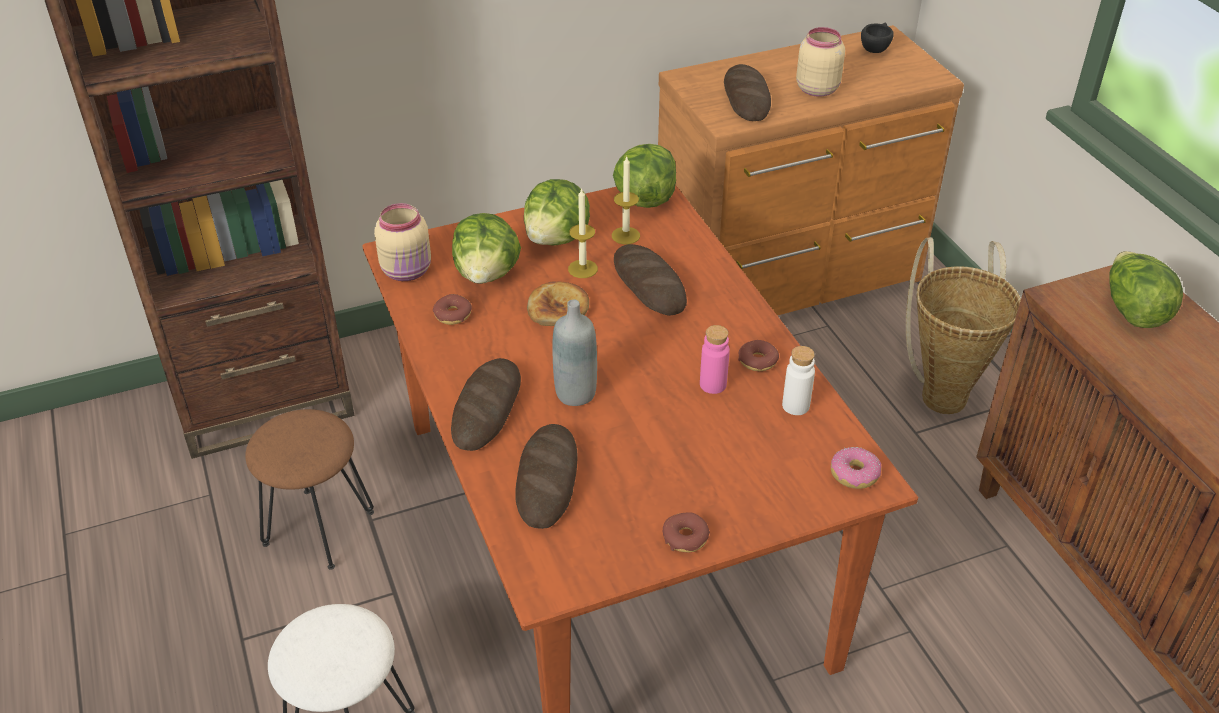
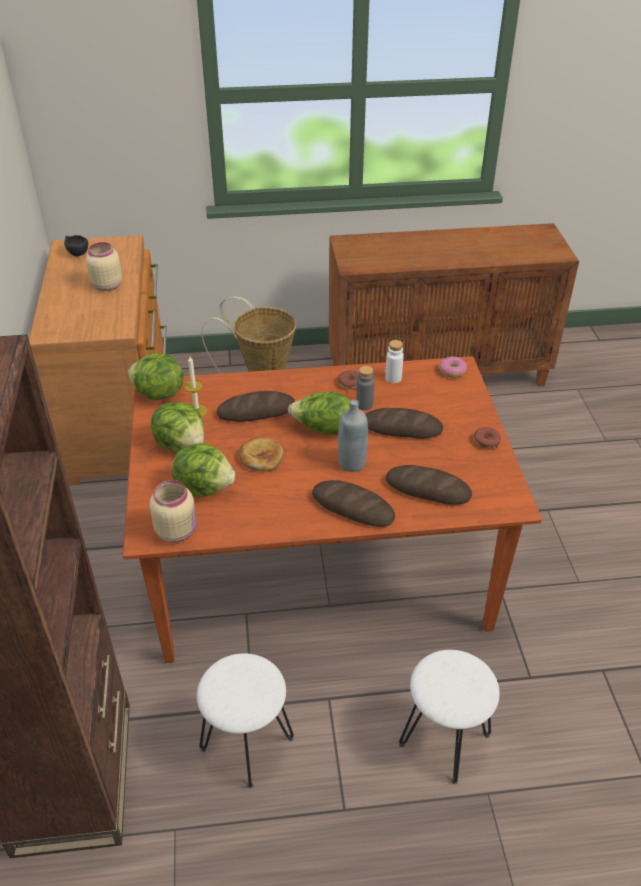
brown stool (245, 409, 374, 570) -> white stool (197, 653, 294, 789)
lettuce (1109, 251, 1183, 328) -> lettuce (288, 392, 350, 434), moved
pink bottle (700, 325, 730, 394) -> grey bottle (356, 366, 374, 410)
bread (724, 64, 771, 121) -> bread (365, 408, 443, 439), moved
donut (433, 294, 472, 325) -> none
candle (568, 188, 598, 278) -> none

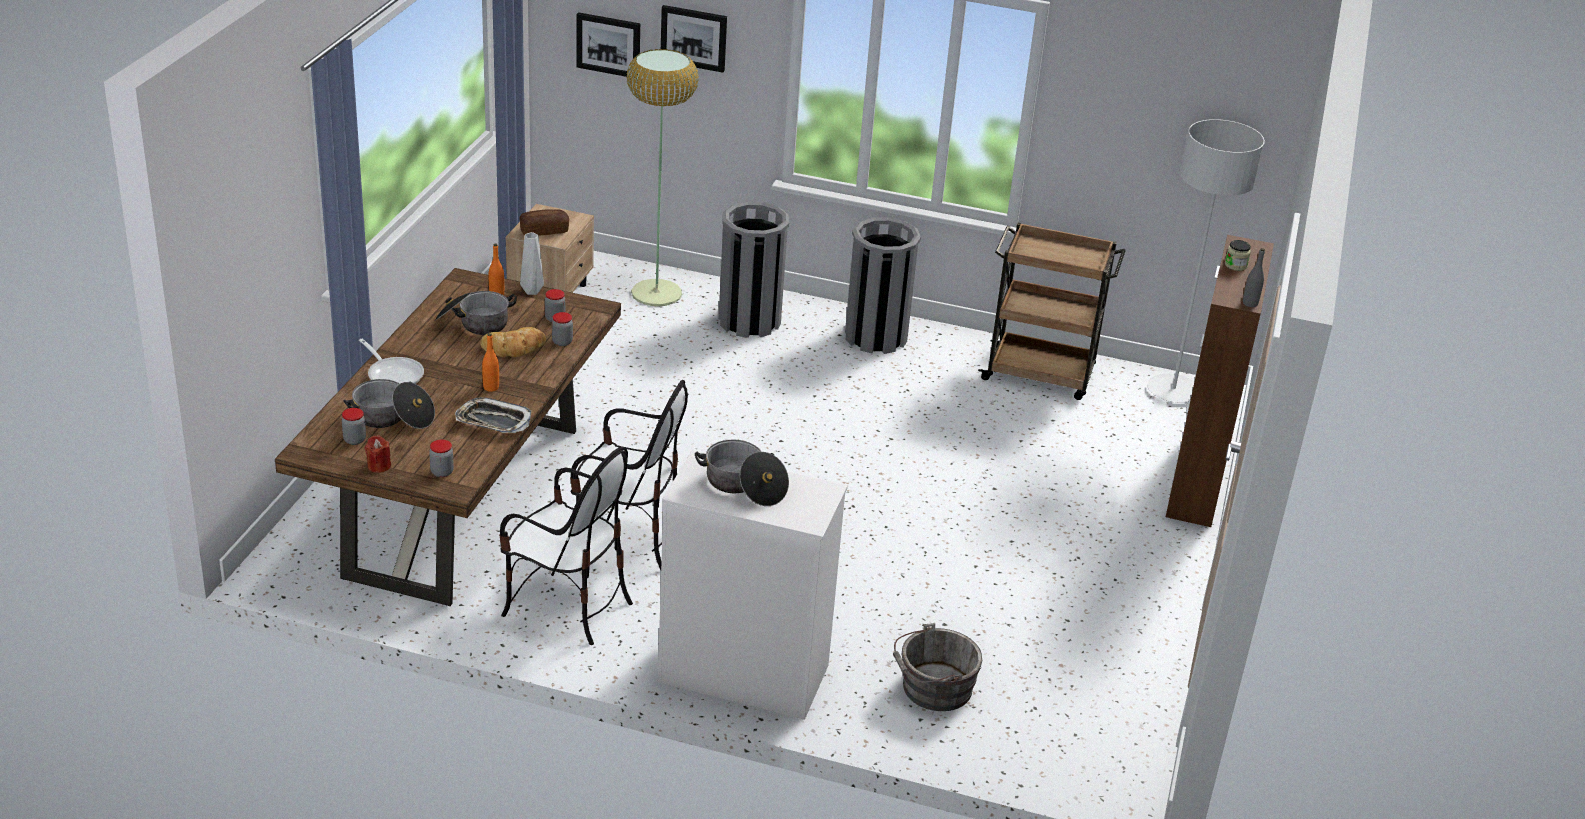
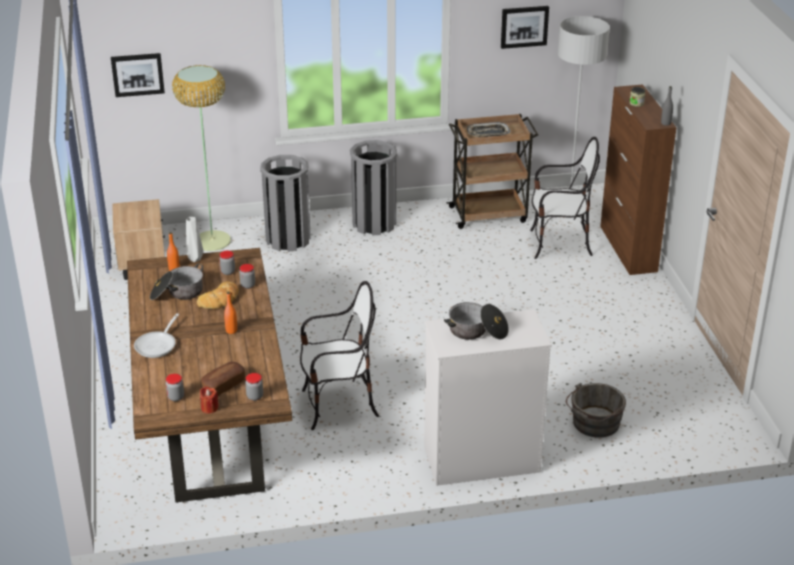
frying pan (359, 339, 424, 384) -> frying pan (134, 313, 179, 358), 90 degrees clockwise
bread (519, 209, 569, 236) -> bread (201, 362, 245, 396), moved
tray (455, 397, 531, 433) -> tray (467, 122, 511, 137), moved
picture (661, 5, 727, 73) -> picture (501, 6, 549, 49), moved
chair (499, 447, 633, 645) -> chair (530, 137, 600, 259), moved
cooking pot (343, 379, 435, 429) -> none

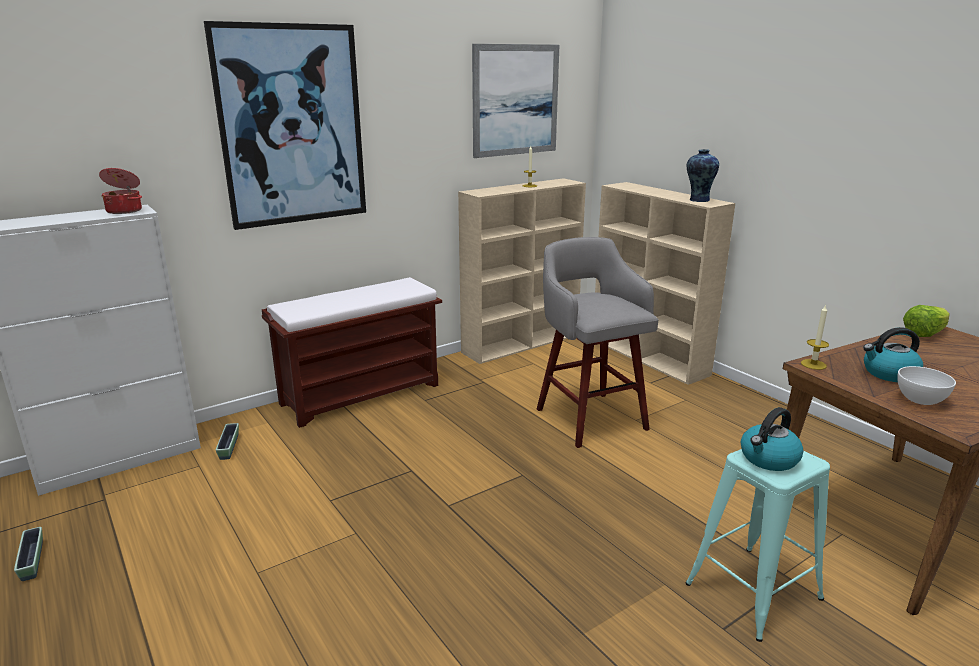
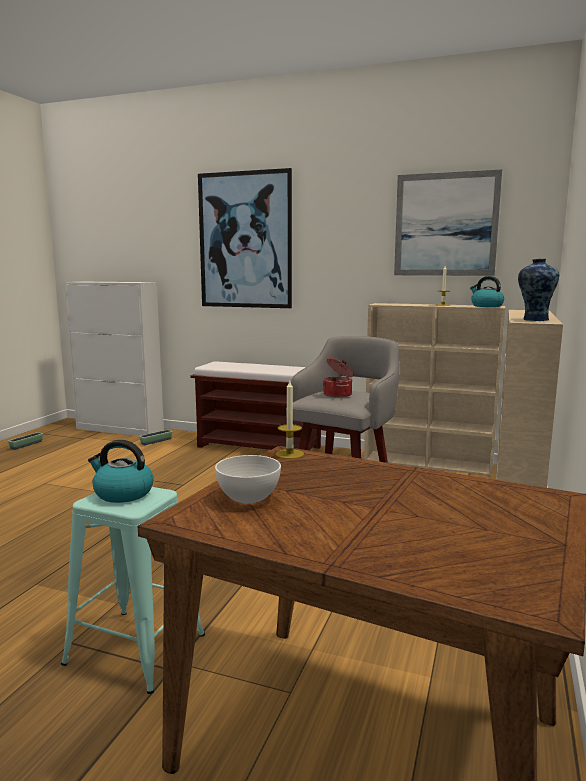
cooking pot (99, 168, 142, 214) -> cooking pot (323, 358, 354, 398), moved
kettle (863, 327, 923, 382) -> kettle (470, 276, 504, 307), moved
lettuce (903, 305, 950, 337) -> none

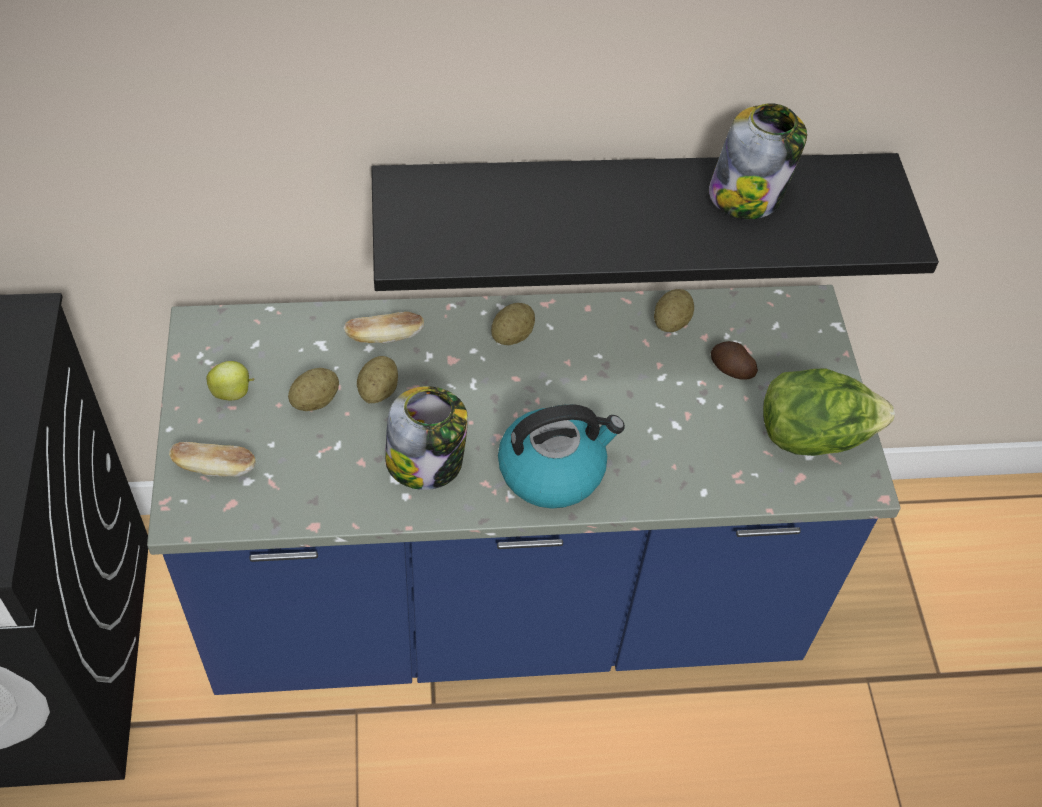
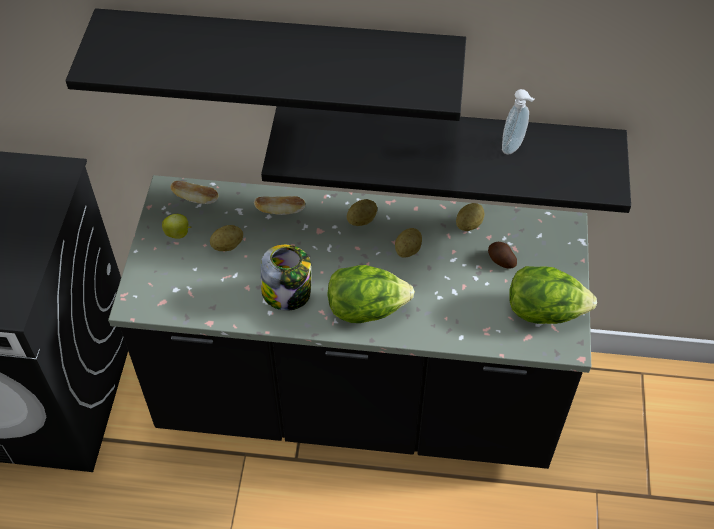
none -> black shelf (65, 8, 466, 121)
blue counter (147, 285, 901, 695) -> black counter (108, 175, 591, 469)
bread (169, 442, 256, 477) -> bread (170, 181, 219, 204), moved
kettle (498, 404, 625, 509) -> lettuce (327, 265, 415, 323)
potato (357, 356, 398, 403) -> potato (395, 228, 422, 257), moved
jar (709, 103, 807, 219) -> soap dispenser (502, 89, 535, 155)

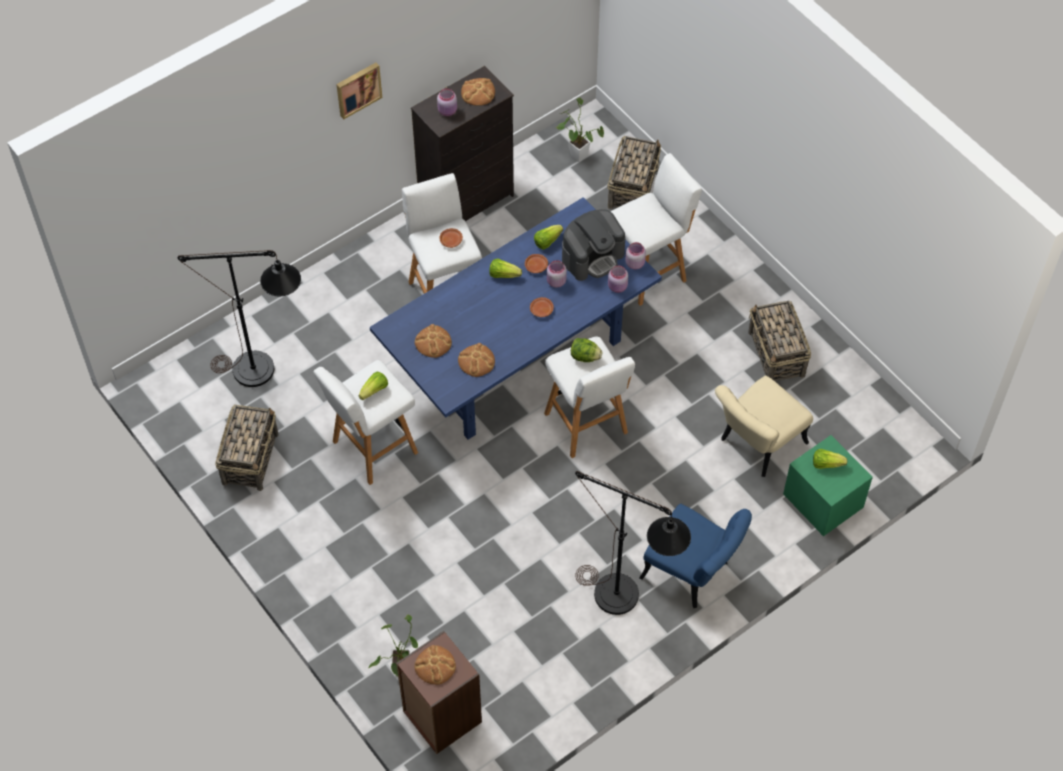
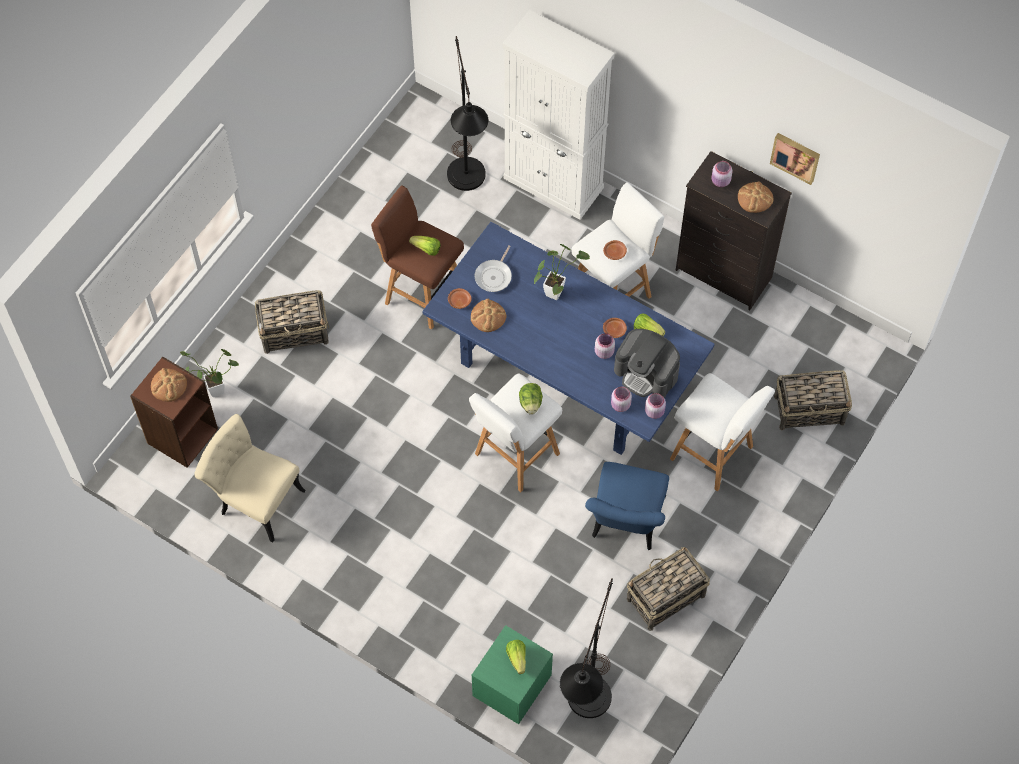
beige chair (715, 376, 813, 477) -> beige chair (194, 414, 305, 543), moved
basket (215, 405, 279, 491) -> basket (255, 290, 329, 354), moved
white stool (314, 360, 418, 485) -> brown stool (371, 185, 464, 329)
brown plate (530, 297, 554, 317) -> brown plate (448, 288, 472, 309), moved
bread (415, 324, 452, 358) -> frying pan (475, 245, 512, 292)
none -> white cabinet (502, 10, 614, 220)
potted plant (556, 98, 604, 162) -> potted plant (534, 244, 590, 300), moved
black floor lamp (575, 471, 691, 615) -> black floor lamp (560, 578, 613, 718), moved
blue chair (639, 504, 752, 608) -> blue chair (585, 462, 669, 550), moved
picture (336, 63, 382, 119) -> picture (770, 133, 820, 185), moved
lettuce (489, 259, 522, 278) -> none

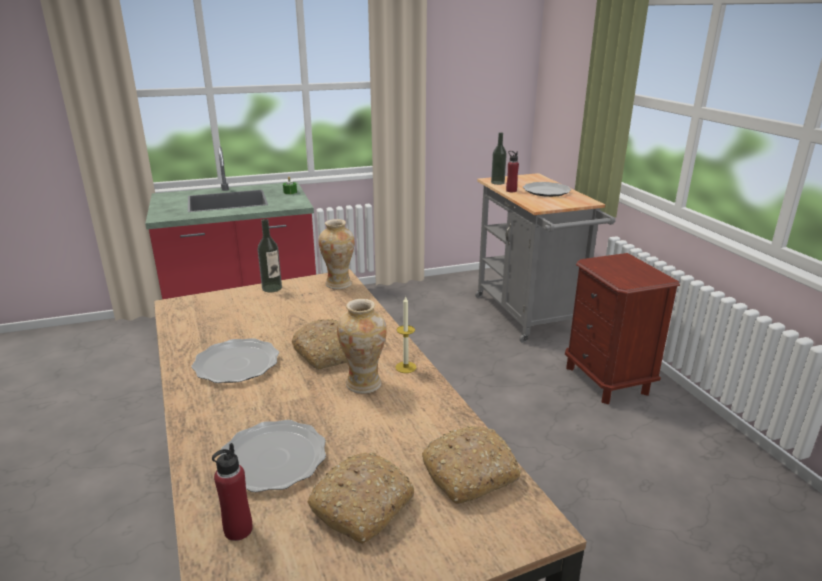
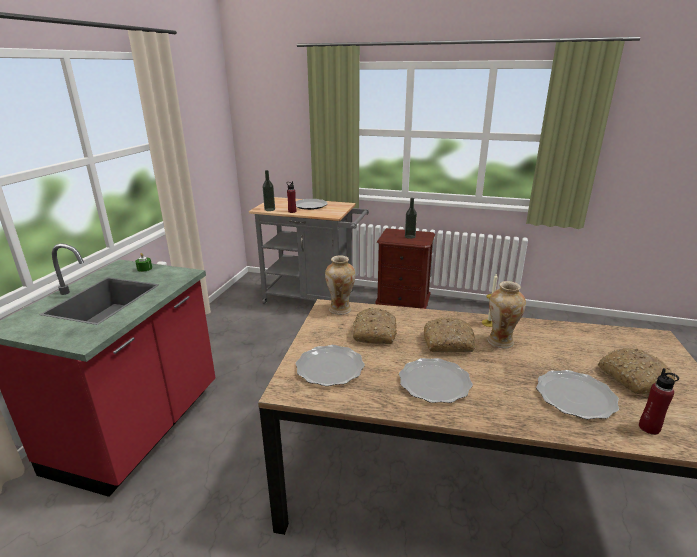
none -> plate (296, 345, 365, 386)
bread (422, 426, 521, 504) -> bread (353, 308, 397, 344), moved
bottle (258, 219, 282, 292) -> bottle (405, 198, 417, 239), moved

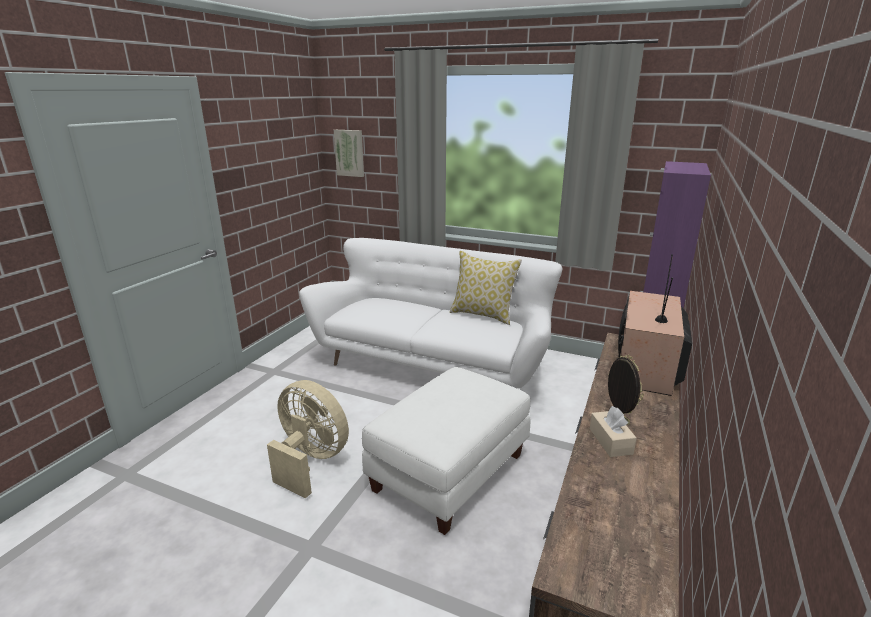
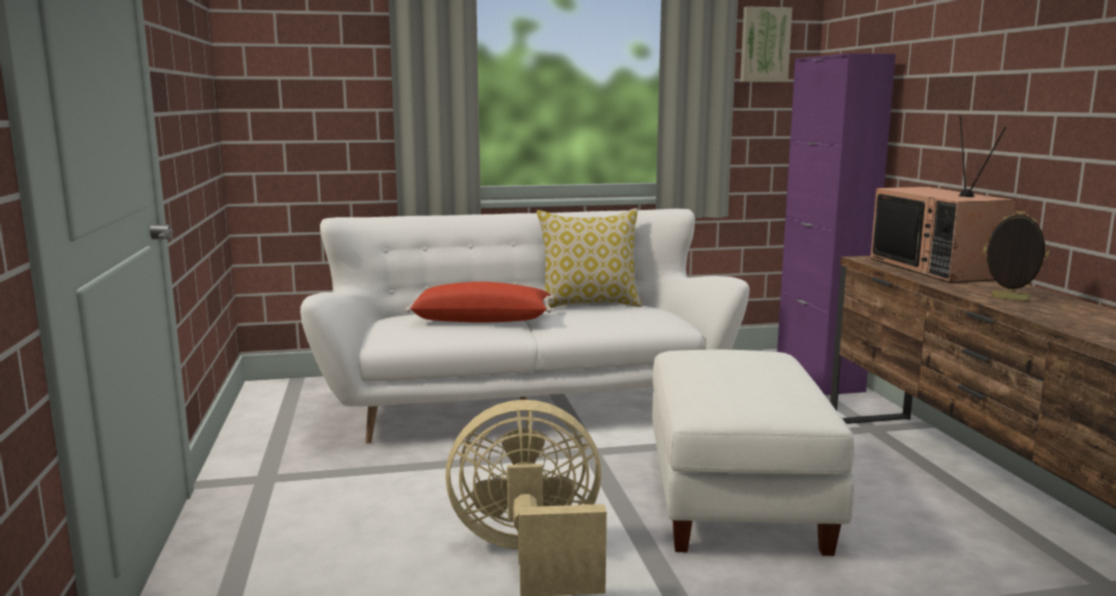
none -> red pillow (405, 282, 554, 323)
picture (334, 130, 364, 177) -> picture (740, 6, 792, 82), moved
beige tissue box (590, 406, 637, 457) -> none

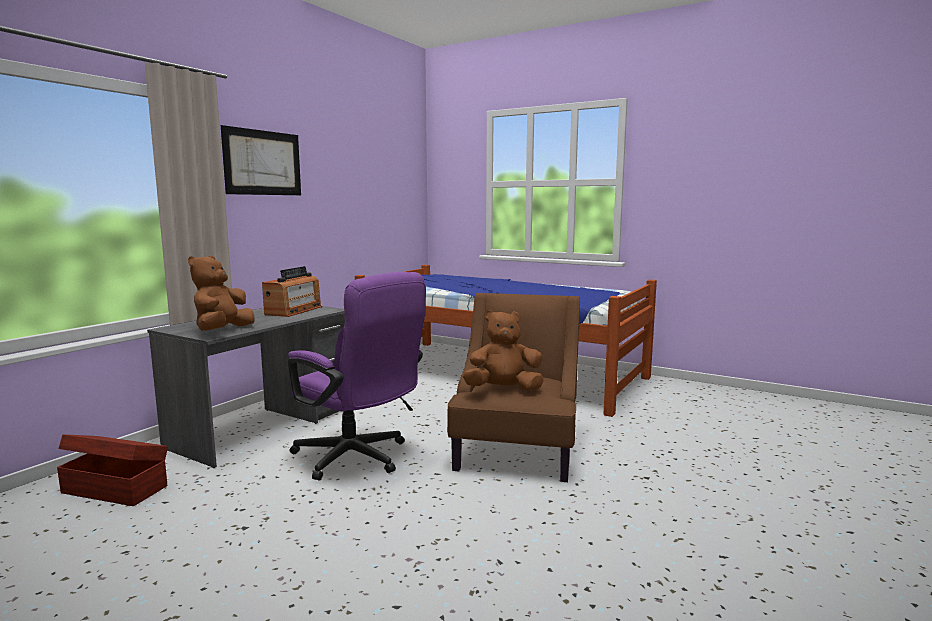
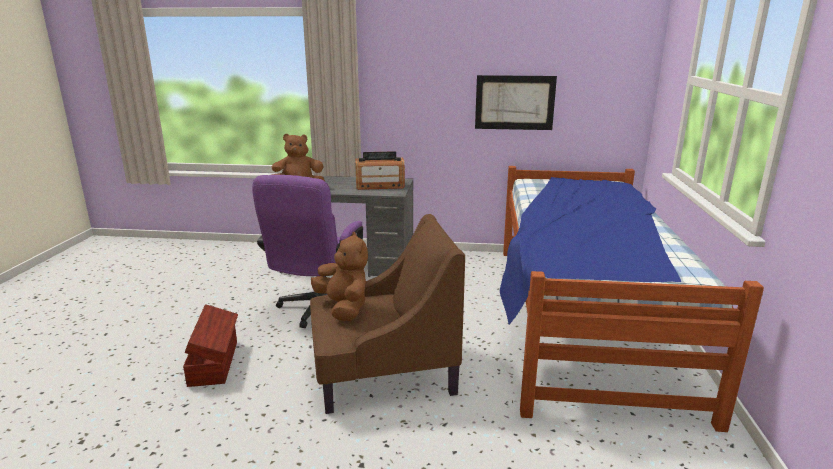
brown storage box (57, 434, 168, 506) -> brown storage box (183, 304, 238, 387), moved
picture (221, 125, 301, 195) -> picture (475, 75, 557, 130), moved

